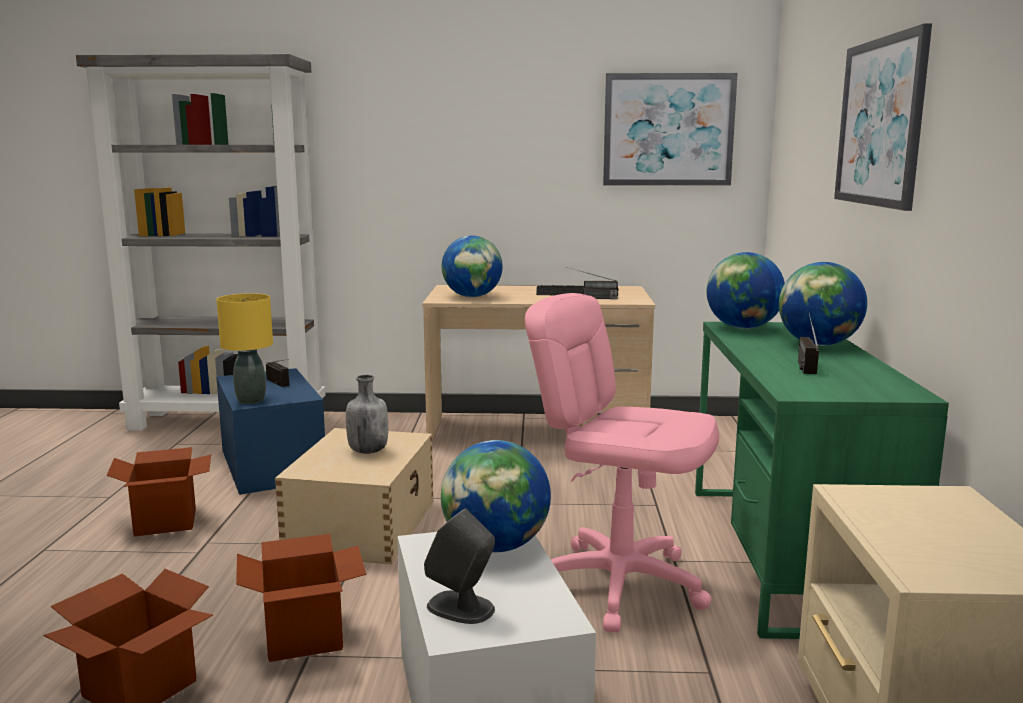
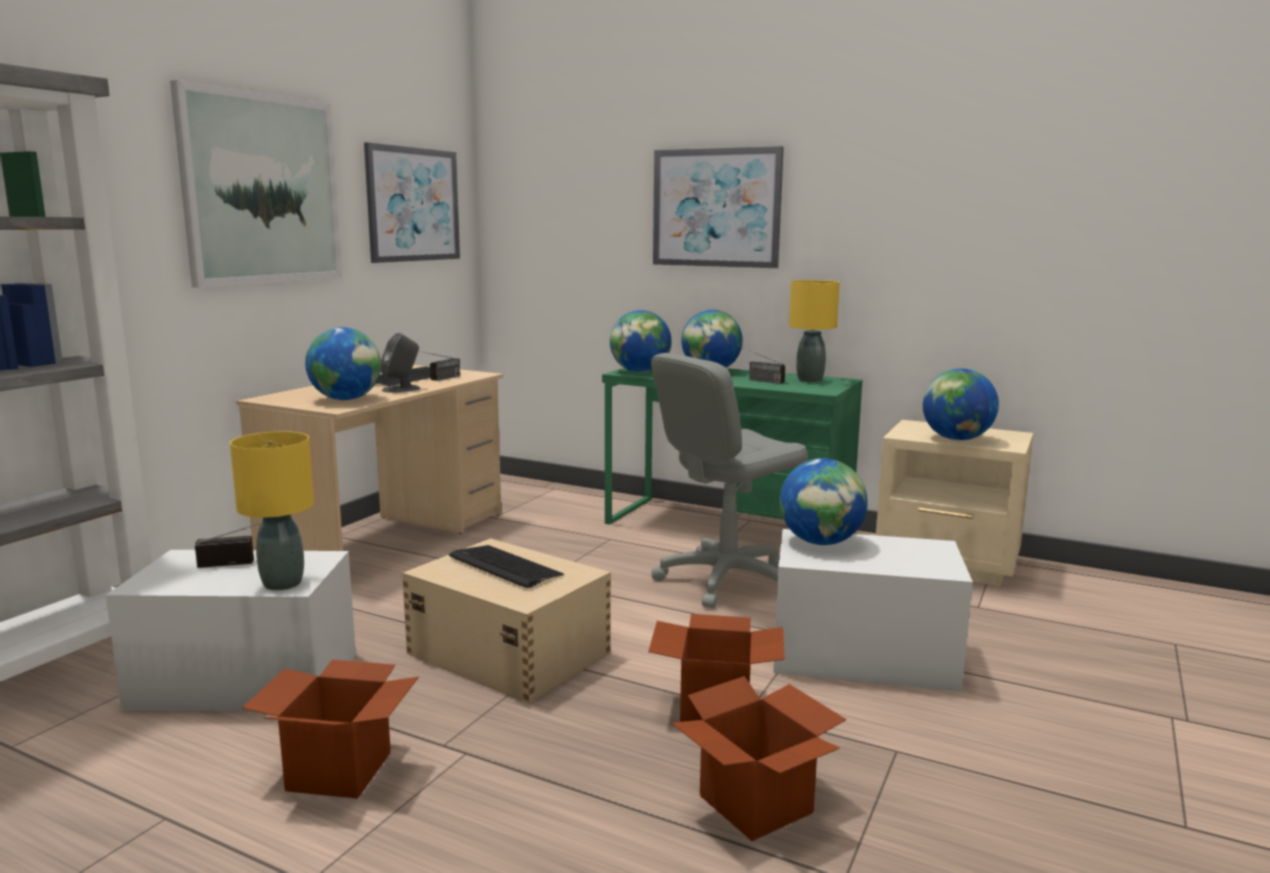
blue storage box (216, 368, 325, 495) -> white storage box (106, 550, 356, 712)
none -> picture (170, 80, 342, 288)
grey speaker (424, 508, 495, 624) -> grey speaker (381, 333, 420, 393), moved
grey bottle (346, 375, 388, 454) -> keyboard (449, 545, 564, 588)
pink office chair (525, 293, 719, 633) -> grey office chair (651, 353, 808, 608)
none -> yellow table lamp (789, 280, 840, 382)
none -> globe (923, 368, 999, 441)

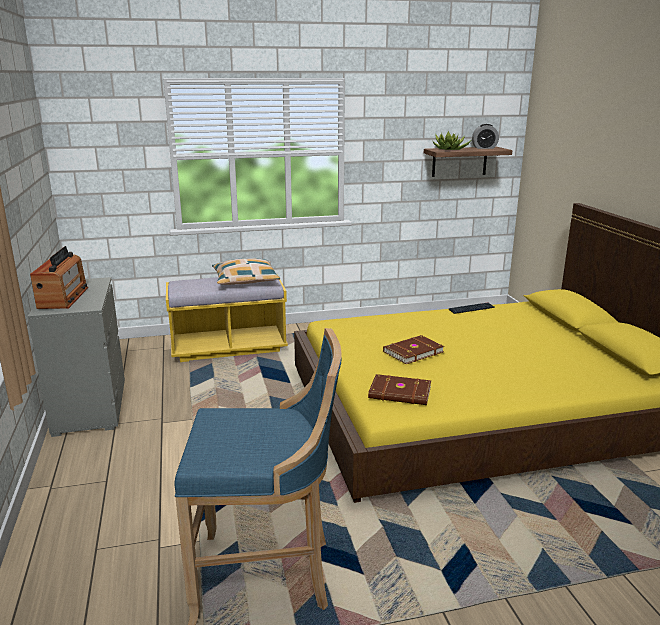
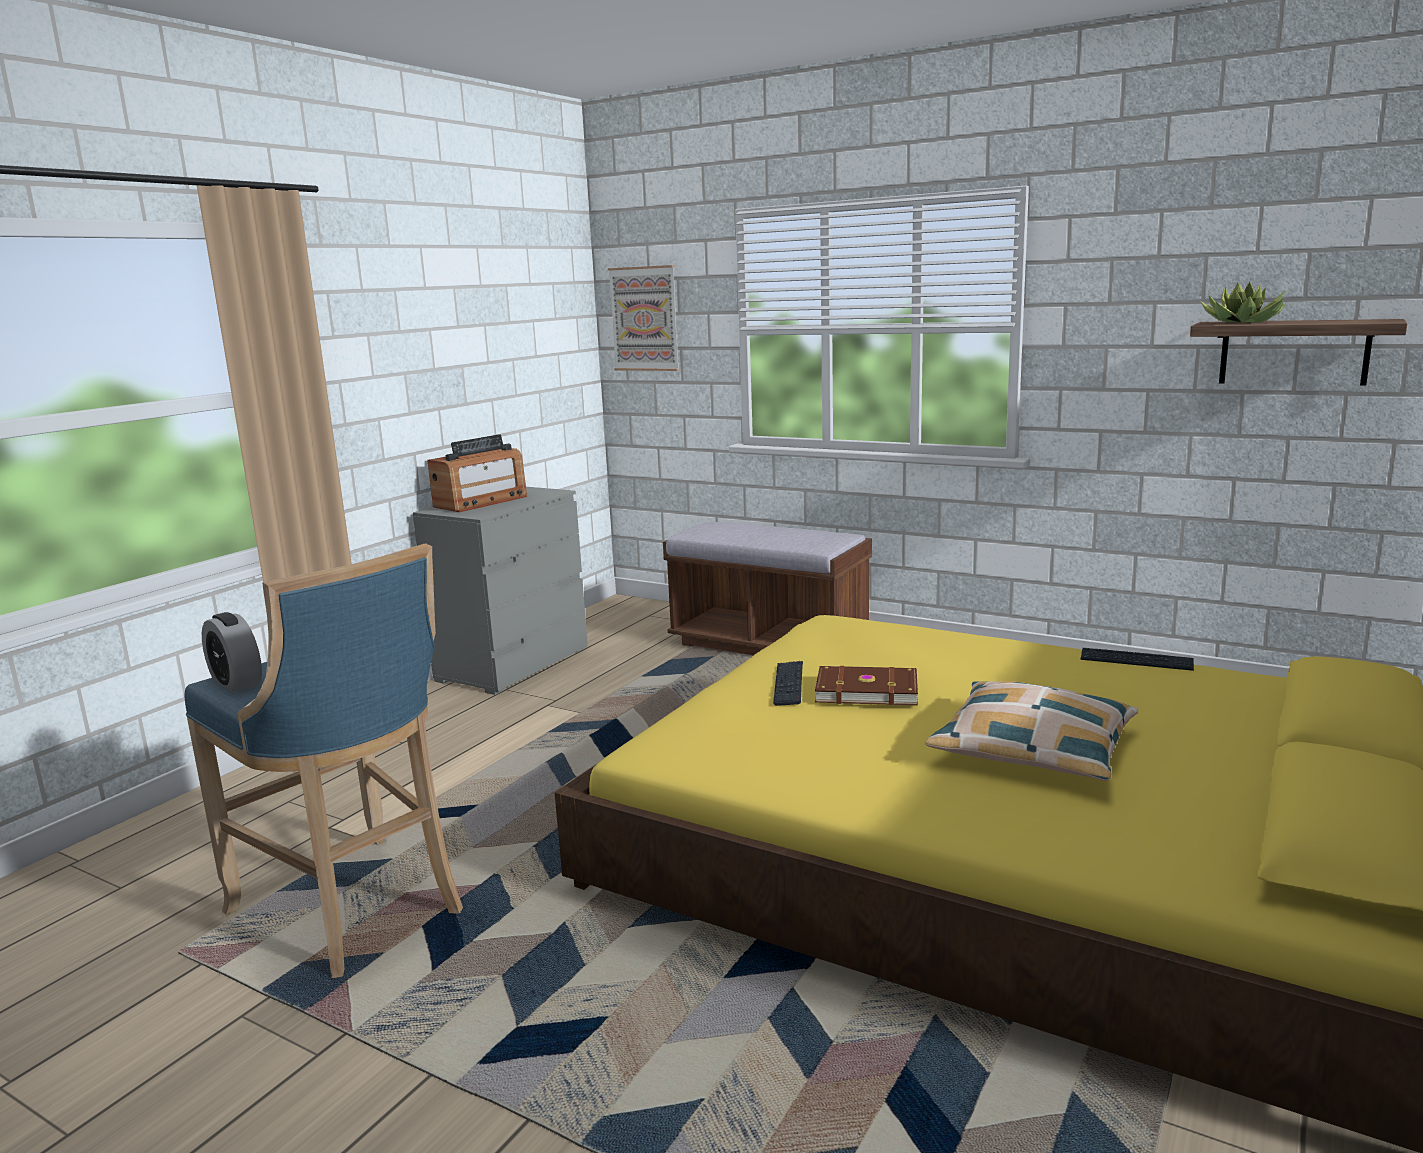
alarm clock (472, 124, 499, 149) -> alarm clock (202, 612, 262, 693), moved
none -> picture (608, 265, 680, 371)
yellow bench (166, 274, 288, 362) -> brown bench (663, 522, 872, 655)
none -> keyboard (773, 661, 803, 706)
pillow (212, 258, 280, 285) -> pillow (925, 681, 1138, 781), moved
brown book (368, 374, 431, 405) -> none

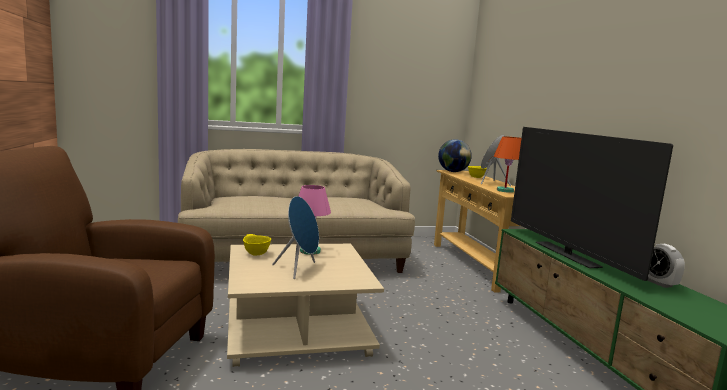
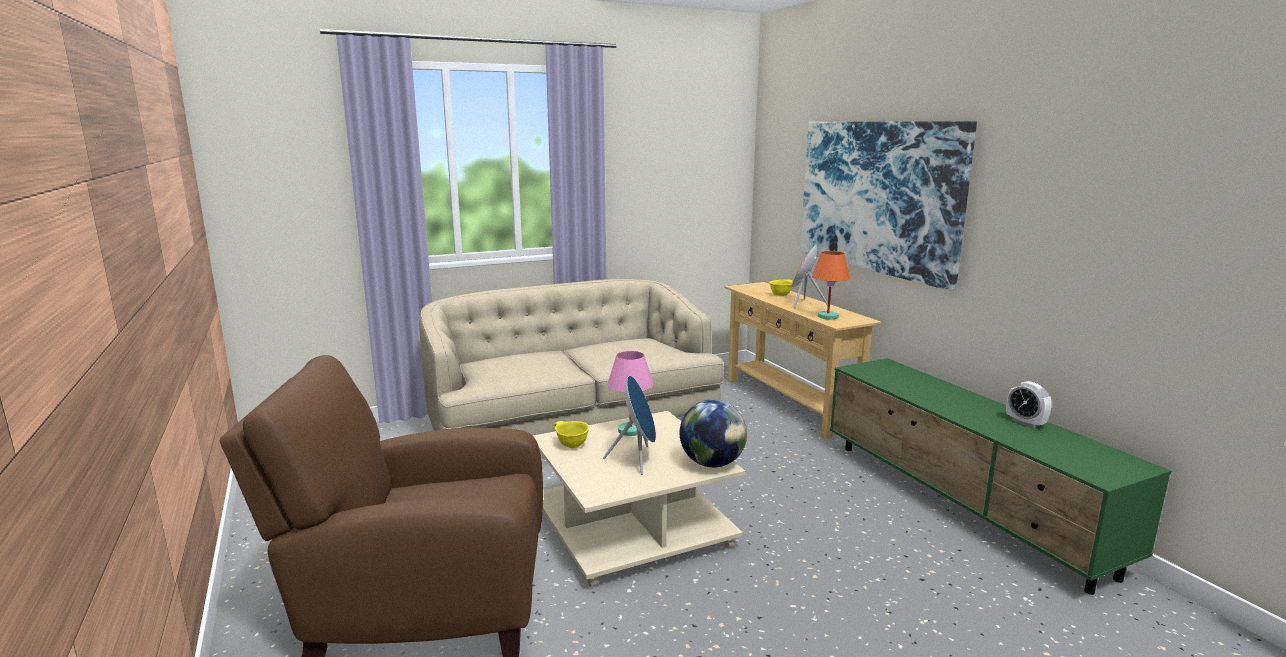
globe (438, 139, 472, 172) -> globe (680, 400, 747, 467), moved
none -> picture (800, 121, 977, 291)
television (511, 127, 673, 281) -> none

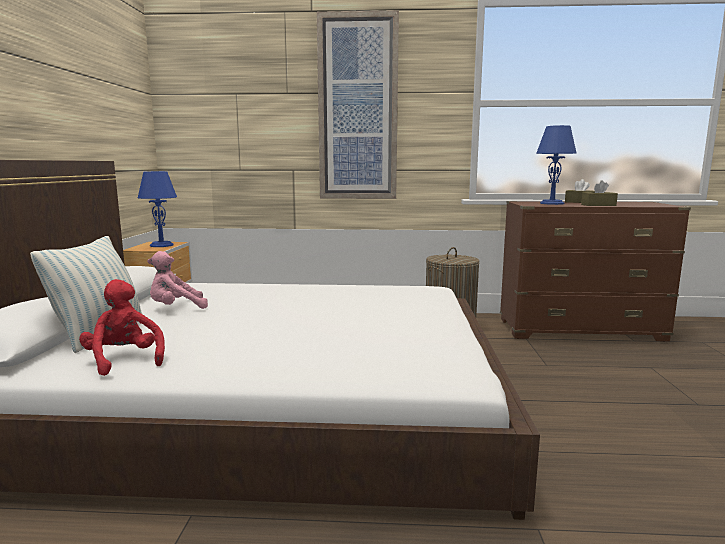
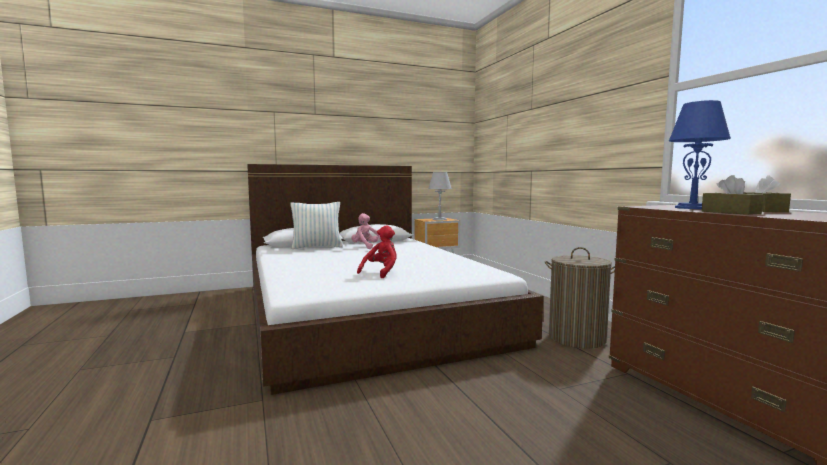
red plush toy (79, 279, 165, 376) -> red plush toy (357, 225, 397, 279), moved
blue table lamp (138, 171, 177, 247) -> grey table lamp (428, 172, 452, 220)
picture (317, 10, 399, 199) -> none

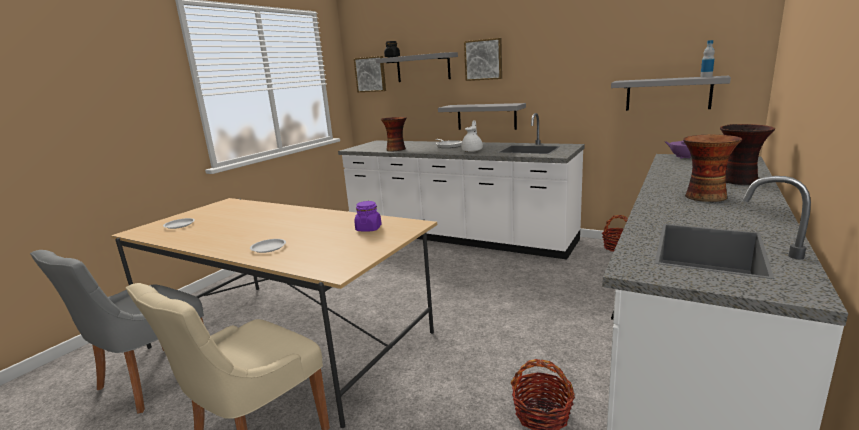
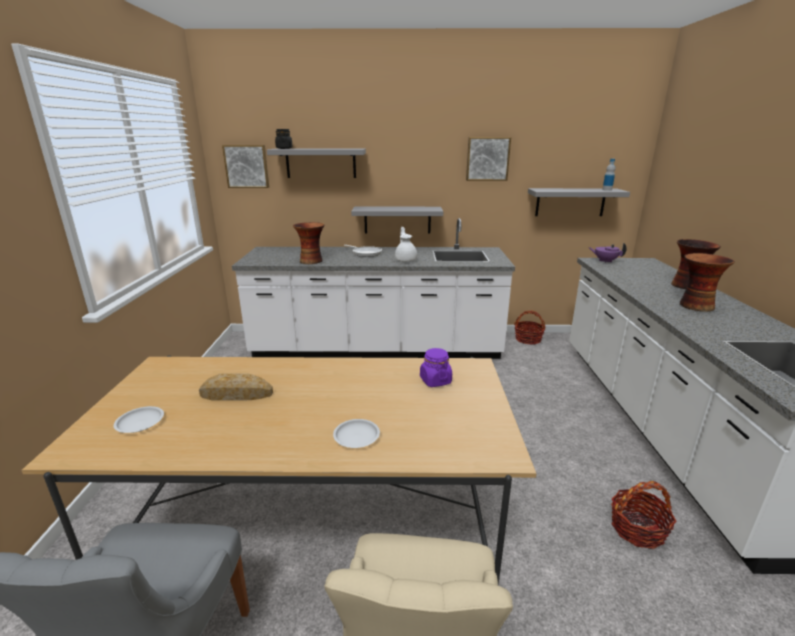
none -> bread (199, 373, 273, 401)
picture (464, 38, 502, 81) -> picture (466, 137, 511, 181), moved

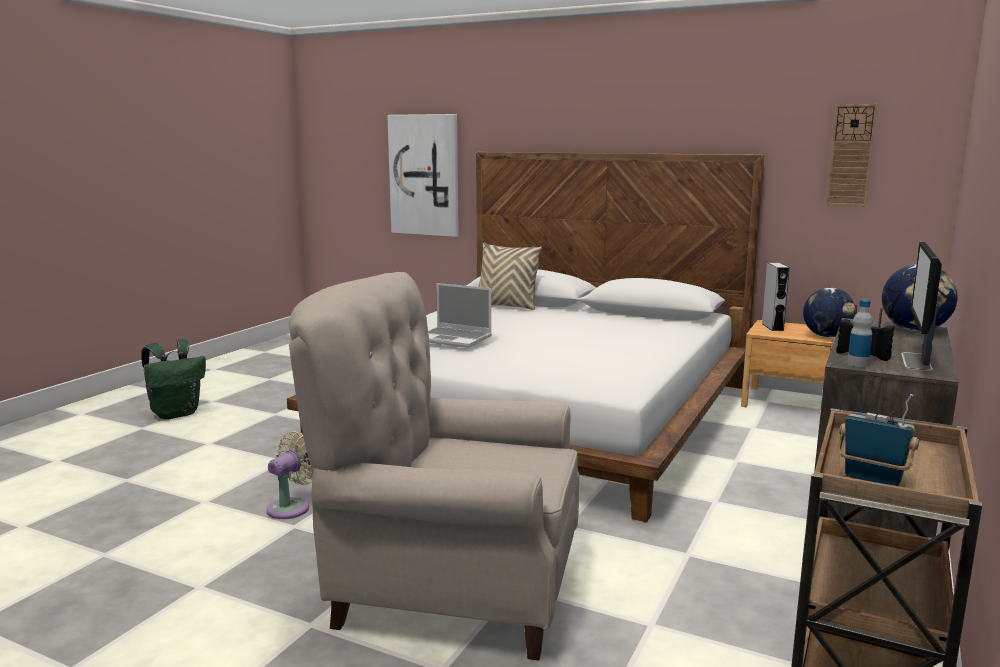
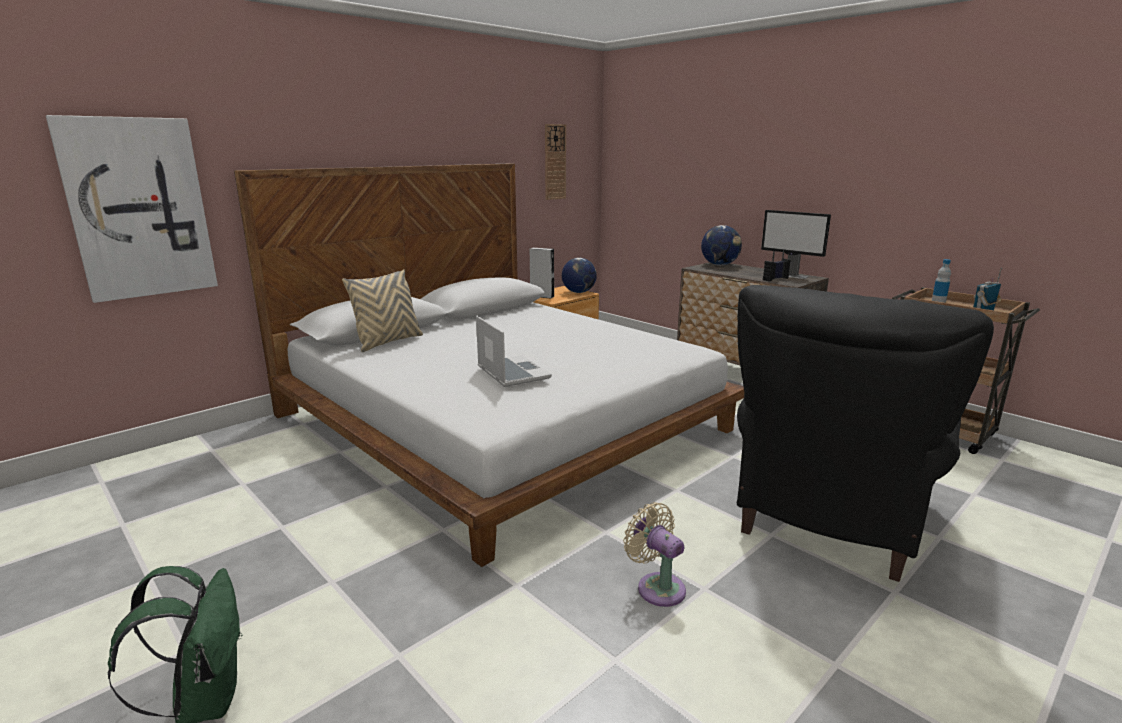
laptop (428, 283, 492, 348) -> laptop (476, 316, 552, 387), 75 degrees counterclockwise
beige armchair (289, 272, 579, 661) -> black armchair (737, 285, 994, 582)
bottle (847, 300, 873, 367) -> bottle (932, 259, 951, 303), moved

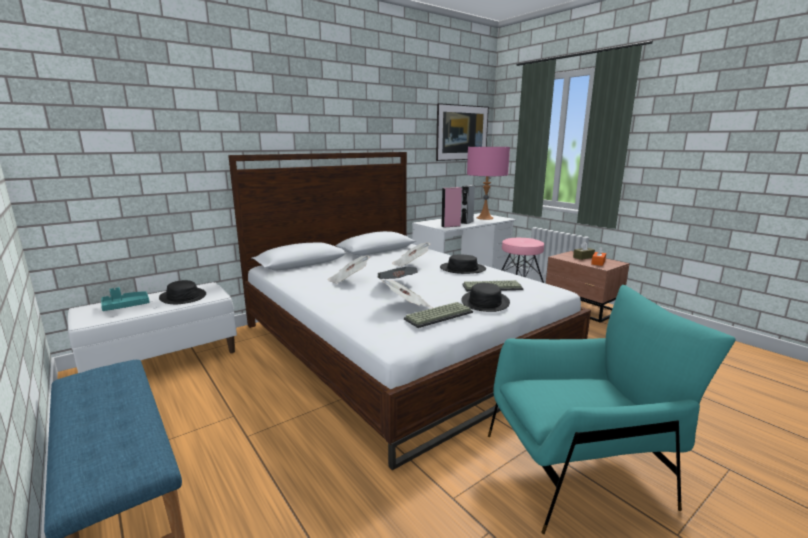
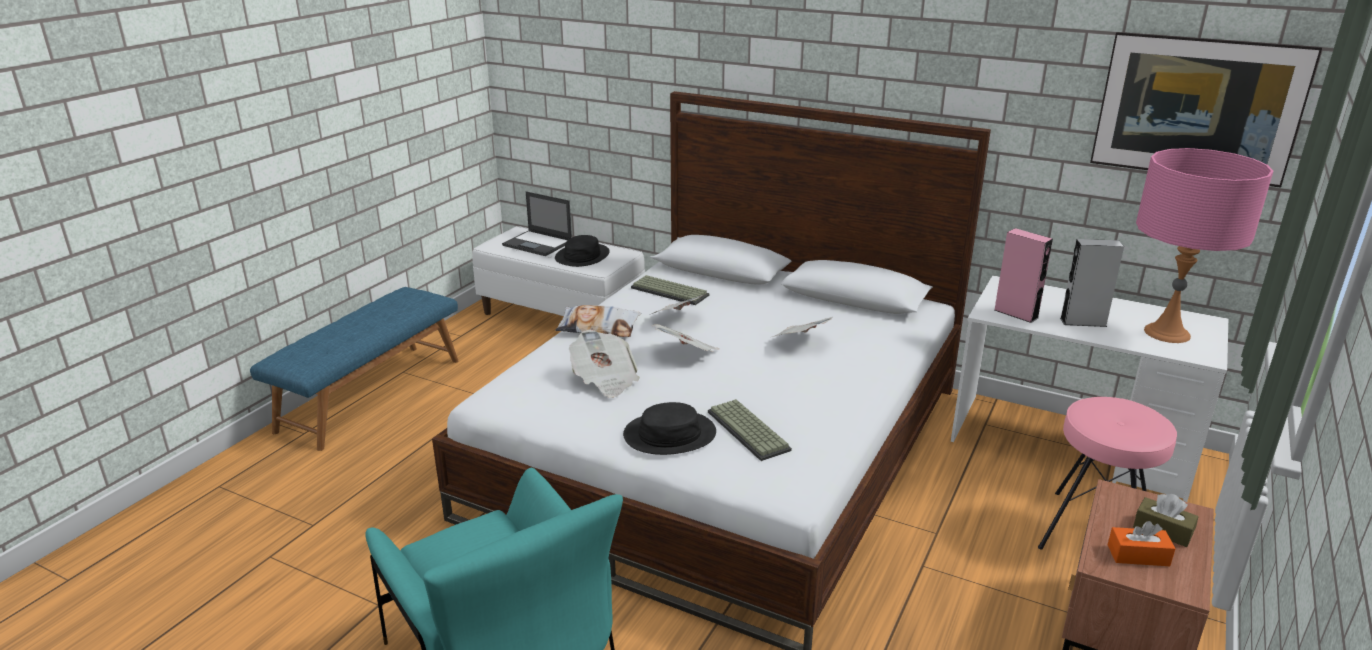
turquoise tray (101, 287, 150, 311) -> laptop (502, 191, 572, 256)
none -> pillow (555, 305, 641, 337)
keyboard (404, 302, 473, 328) -> keyboard (631, 275, 709, 305), moved
black hat (440, 254, 486, 274) -> none

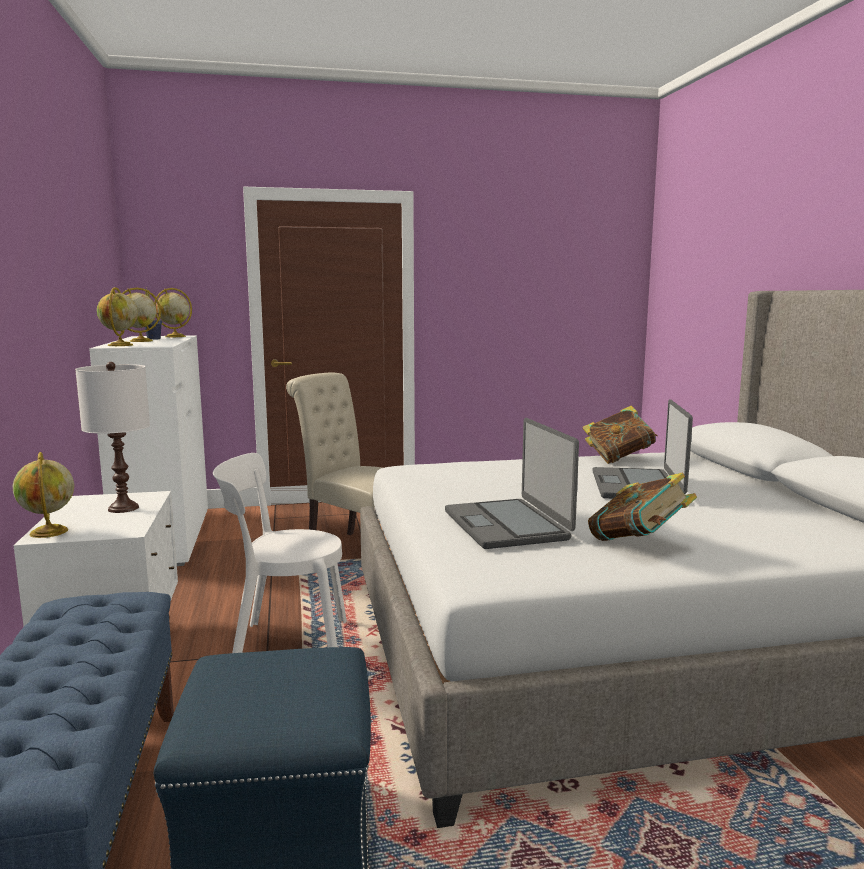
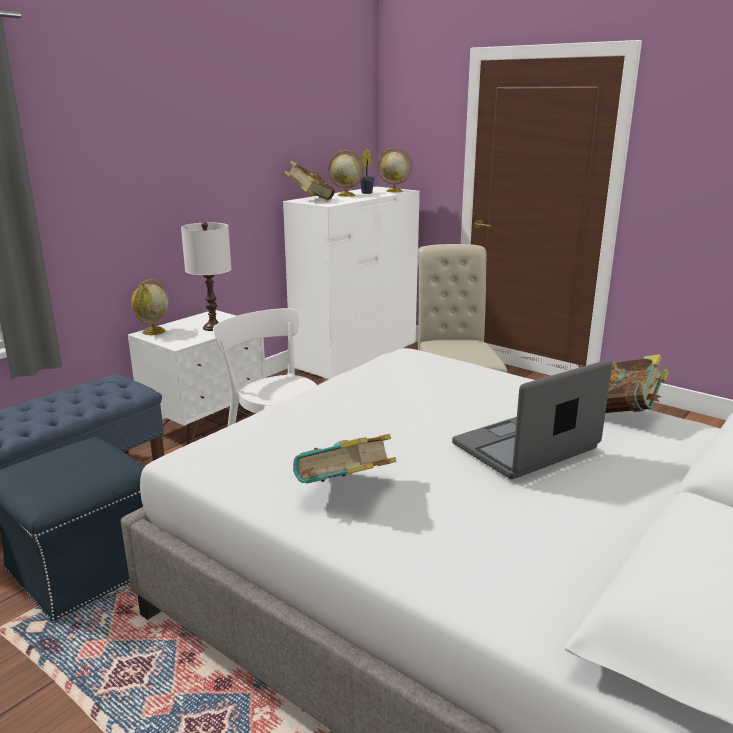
globe (97, 287, 138, 346) -> book (284, 160, 335, 200)
laptop (445, 418, 579, 549) -> none

